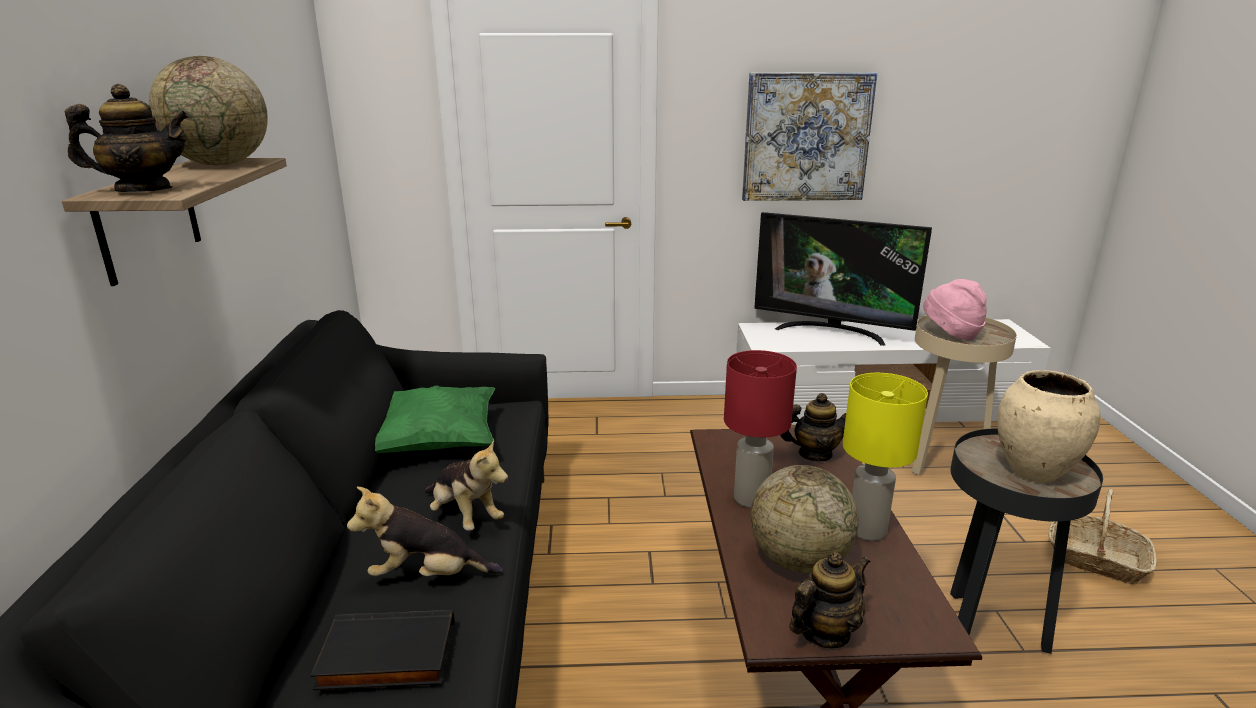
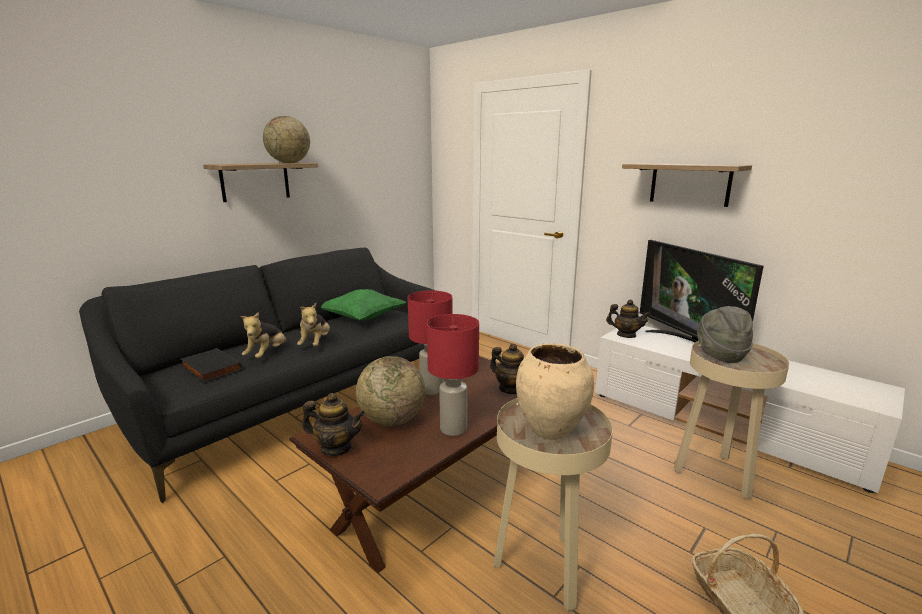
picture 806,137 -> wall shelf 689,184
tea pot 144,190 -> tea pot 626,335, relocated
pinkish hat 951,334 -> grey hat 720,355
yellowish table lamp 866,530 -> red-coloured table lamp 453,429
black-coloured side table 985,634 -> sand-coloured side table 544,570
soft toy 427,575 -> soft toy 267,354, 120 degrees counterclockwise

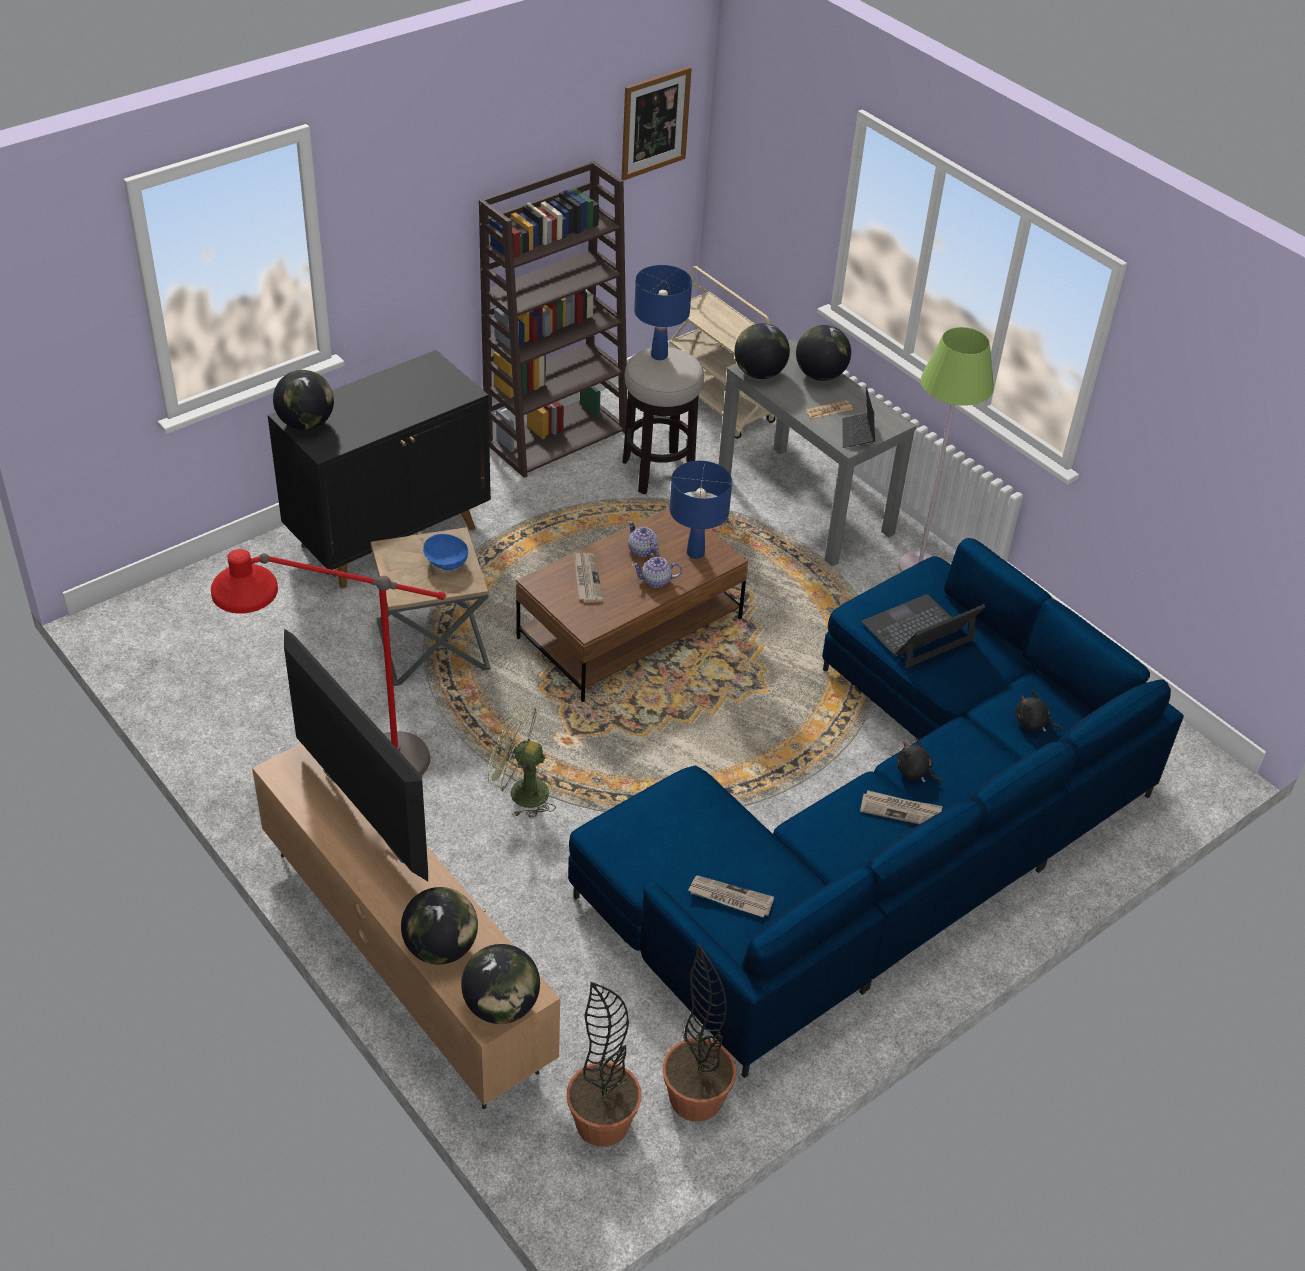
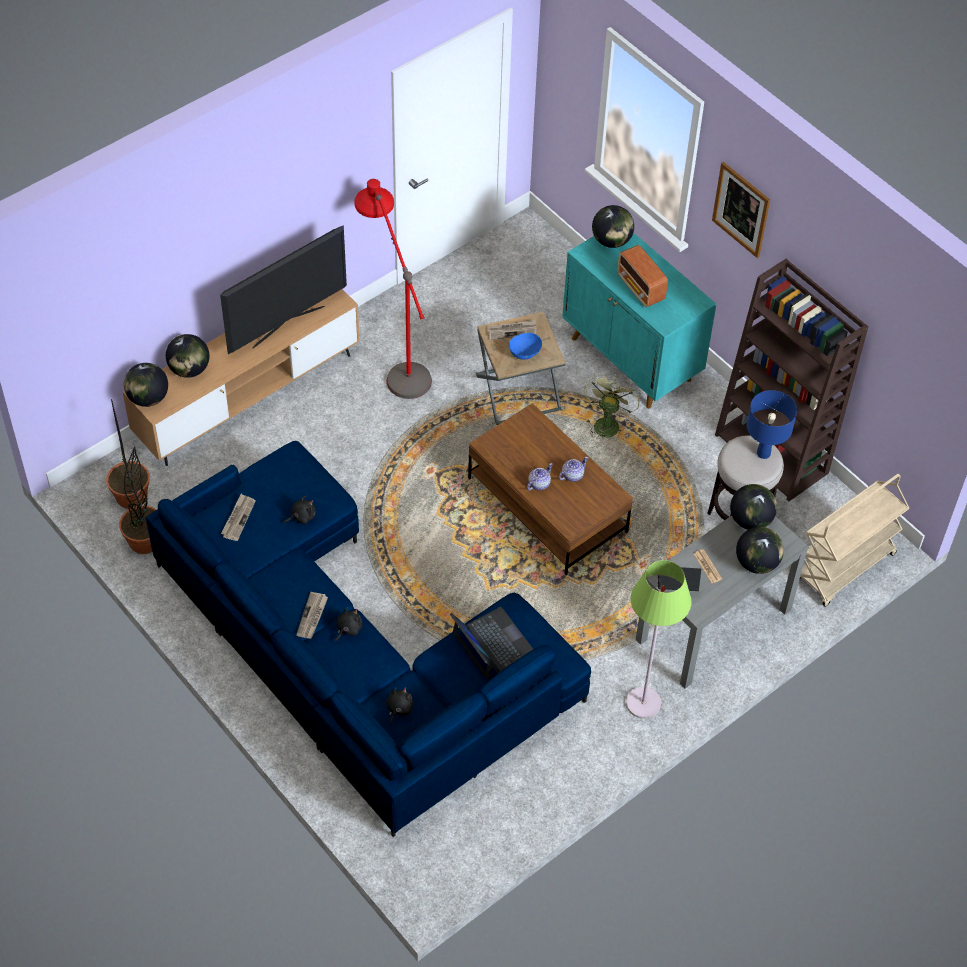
picture 655,123 -> picture 741,209, relocated
black-coloured storage cabinet 390,536 -> blue-green storage cabinet 631,359
bluish table lamp 695,553 -> none
printed paper 586,579 -> printed paper 512,331, relocated
tea pot 655,581 -> tea pot 539,483, 45 degrees clockwise
greenish electric fan 520,792 -> greenish electric fan 607,422, relocated
none -> radio 640,289
none -> black-coloured soft toy 302,516

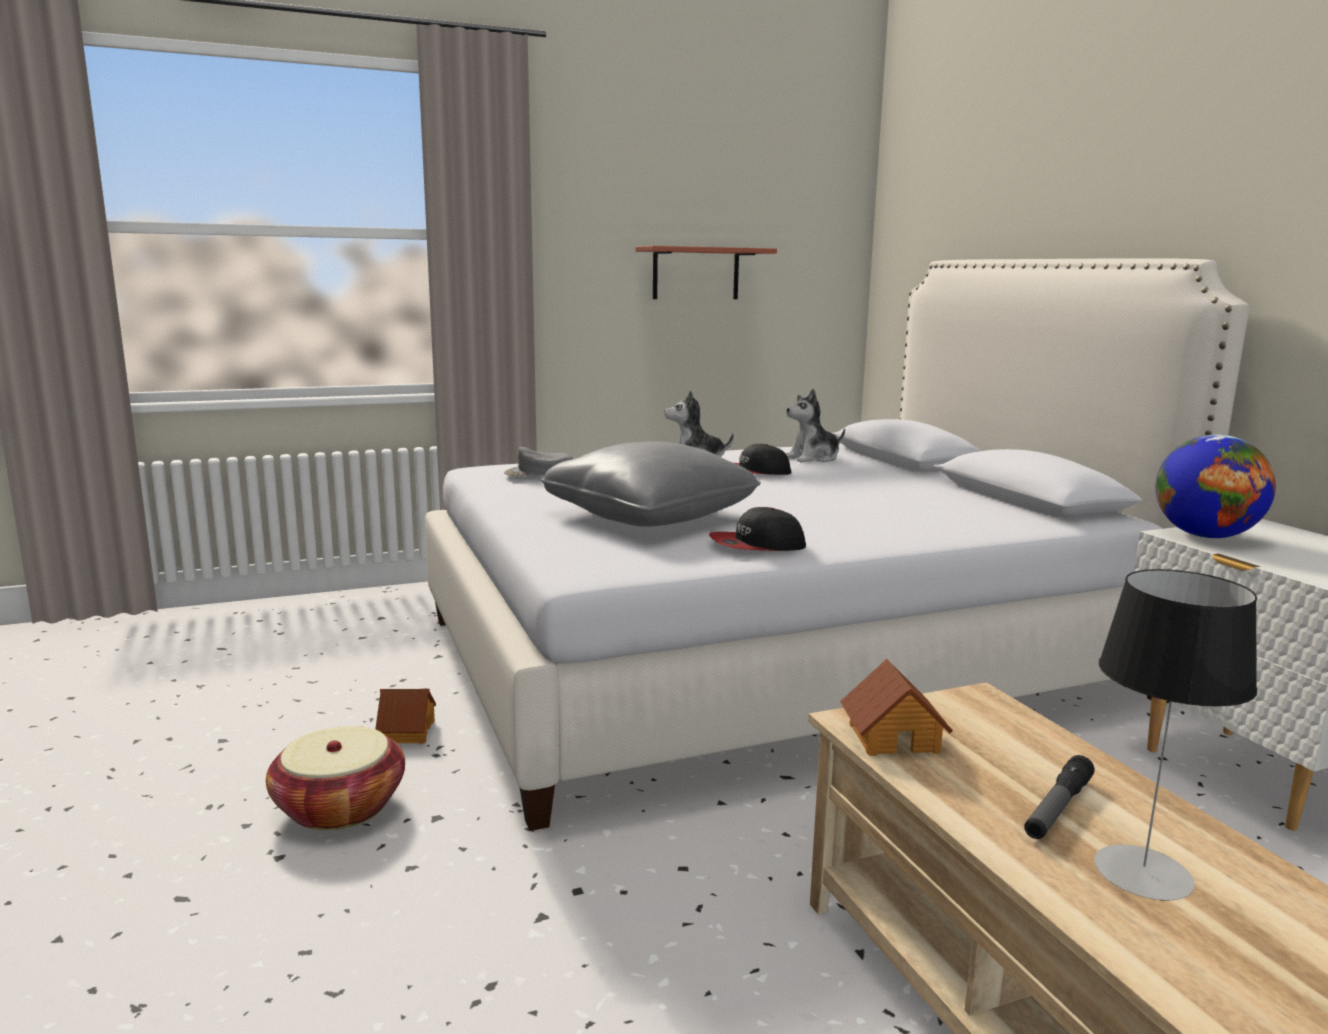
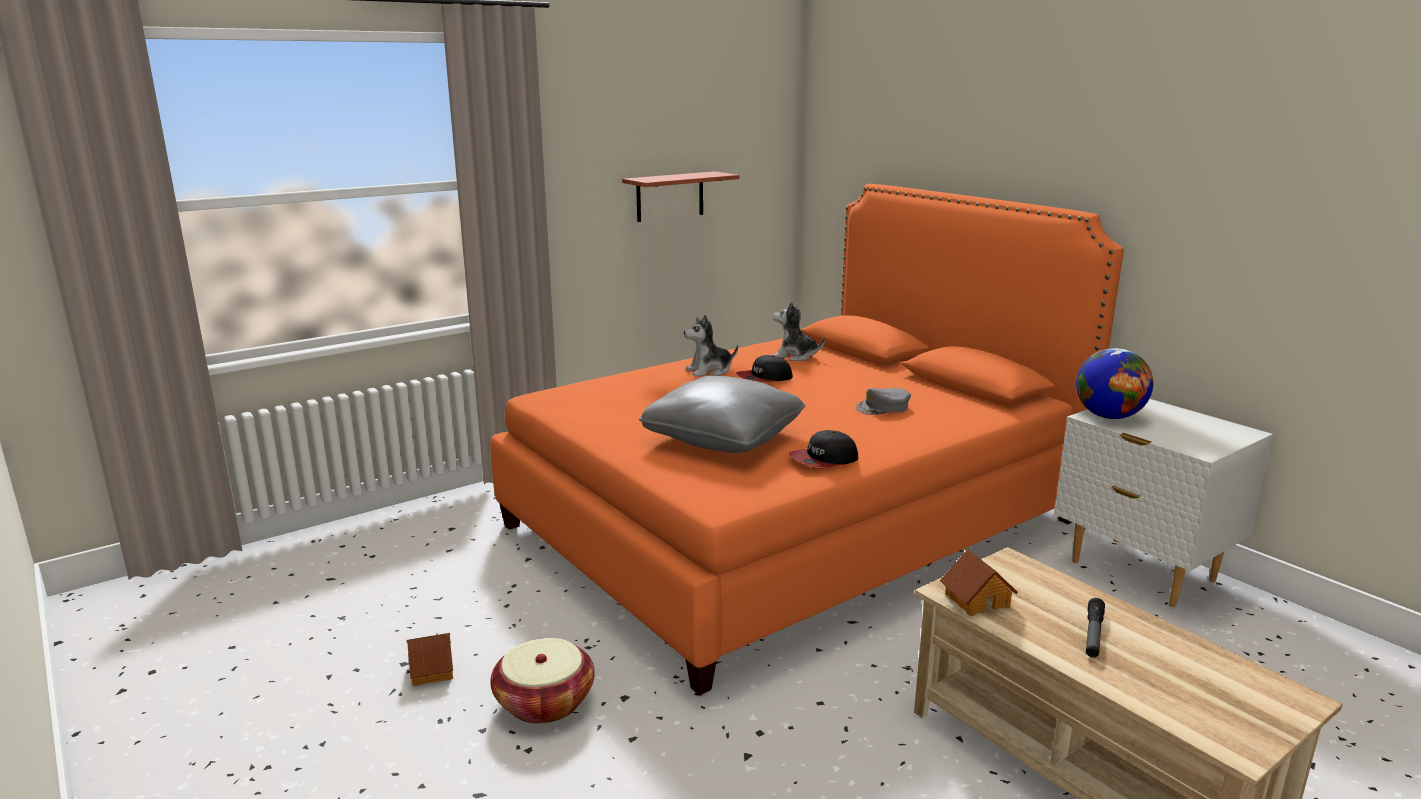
white bedroom bed 774,657 -> orangey bedroom bed 792,522
soft toy 813,458 -> soft toy 795,356, 60 degrees clockwise
grey baseball cap 538,472 -> grey baseball cap 883,407, relocated
table lamp 1143,873 -> none
miniature house 406,731 -> miniature house 431,670, relocated

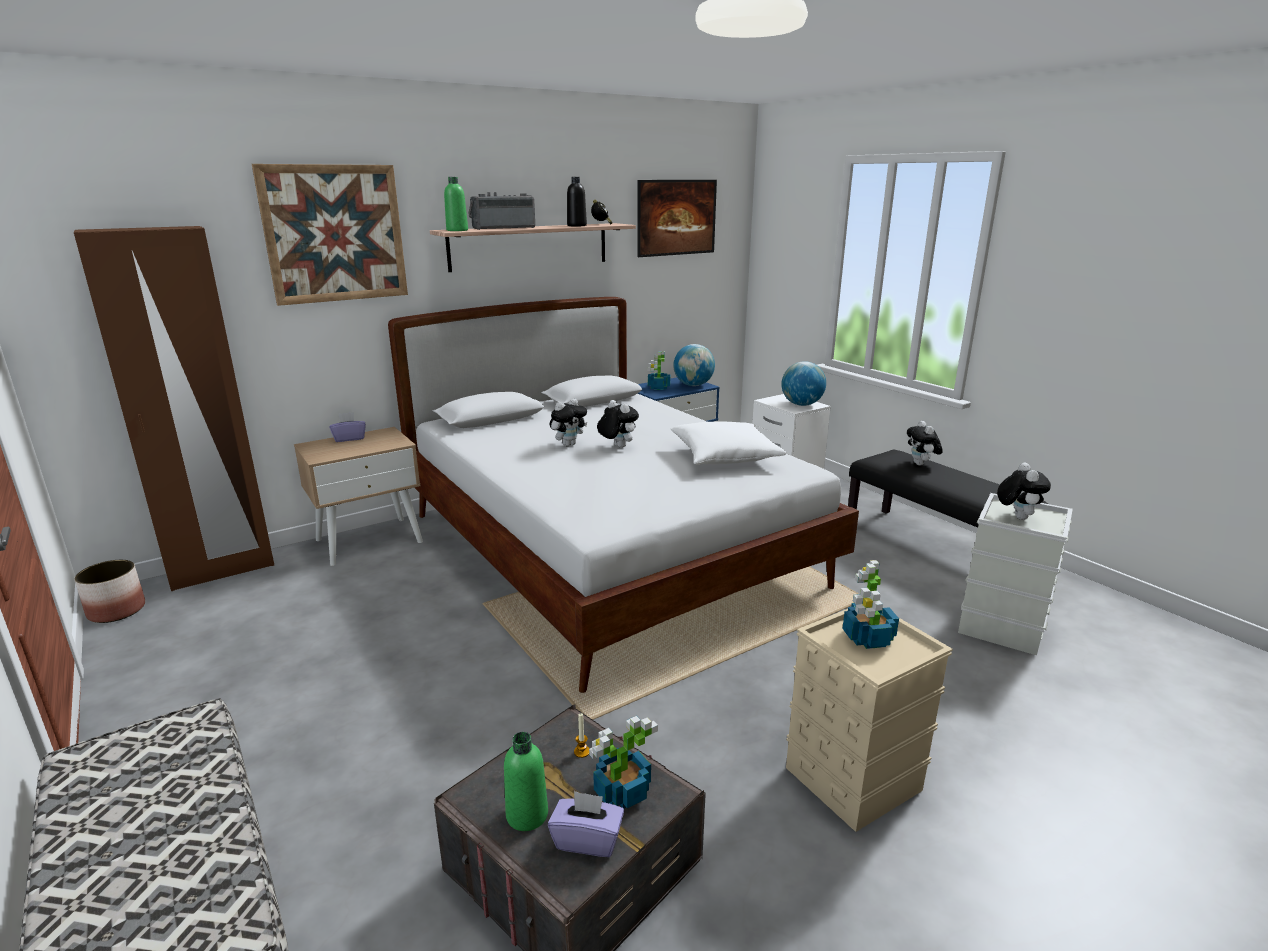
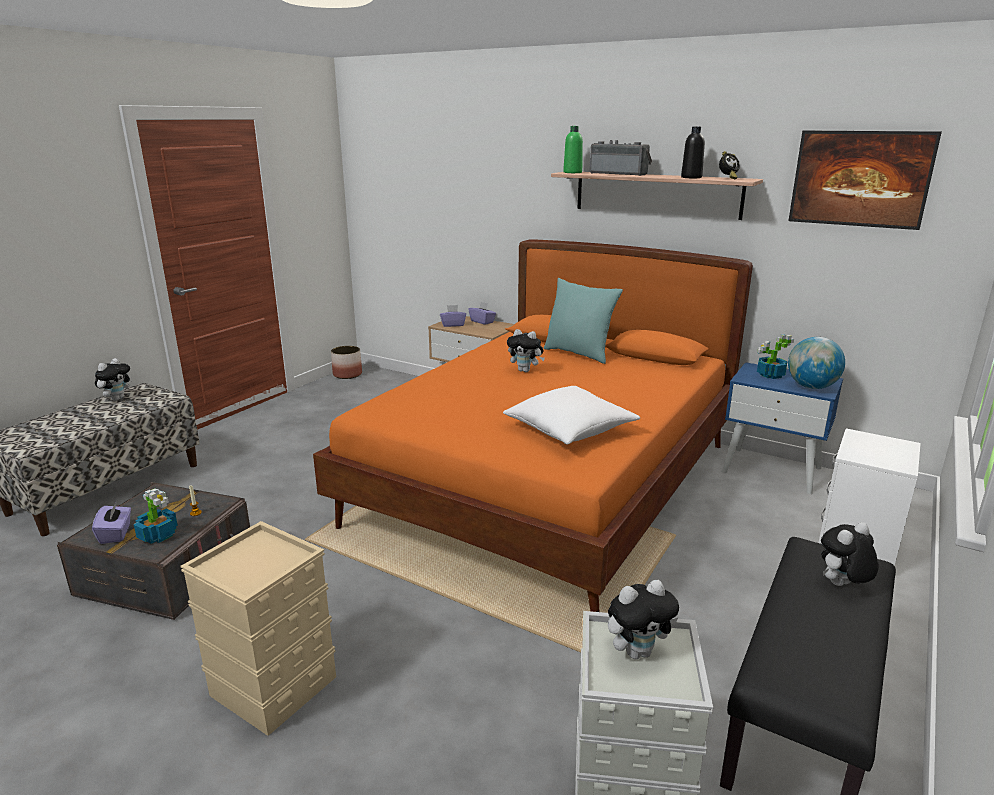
picture 335,234 -> none
brownish armoire 222,570 -> none
white bedroom bed 608,550 -> orangey bedroom bed 549,485
world globe 801,404 -> none
soft toy 617,446 -> soft toy 117,398, relocated
plant in a pot 868,638 -> none
greenish drink bottle 527,815 -> none
none -> blue-green throw pillow 579,353
none -> purple tissue box 452,324

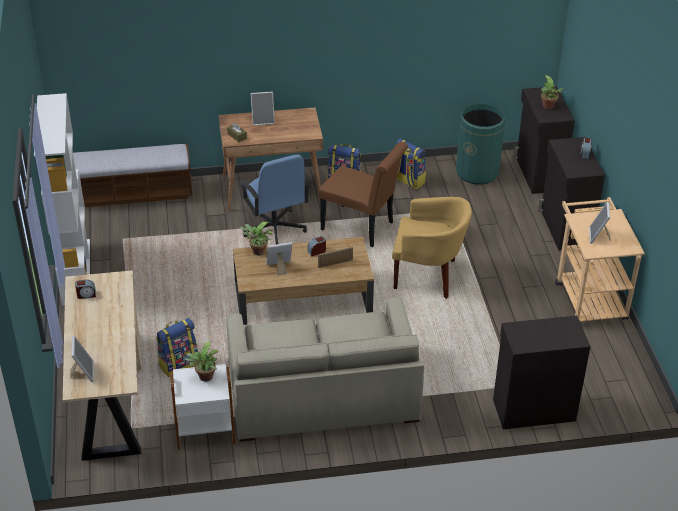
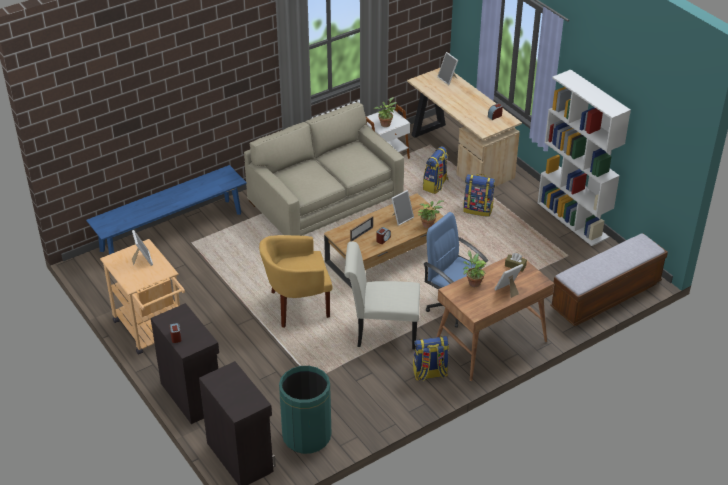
plant in a pot 549,107 -> plant in a pot 473,282, relocated
backpack 408,181 -> backpack 478,209, relocated
brownish upright chair 362,227 -> white upright chair 381,332
black-coloured storage cabinet 533,409 -> bluish bench 172,231

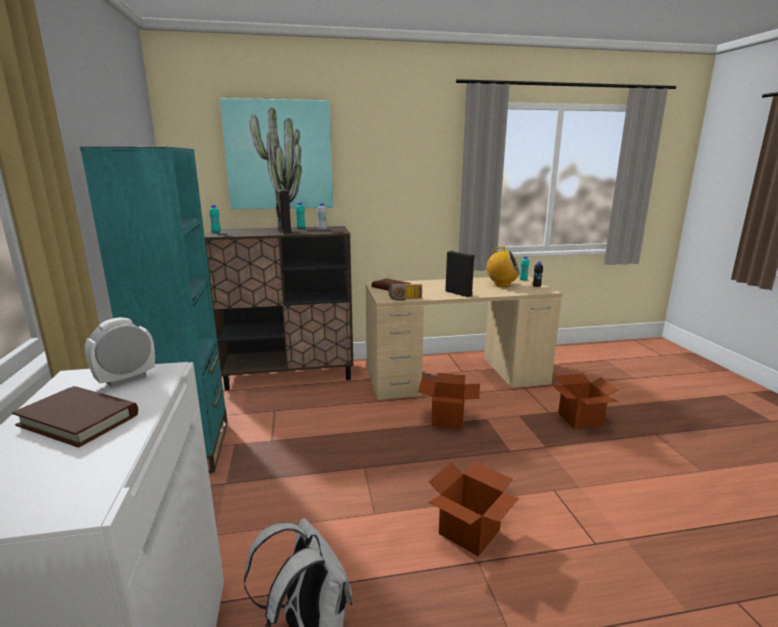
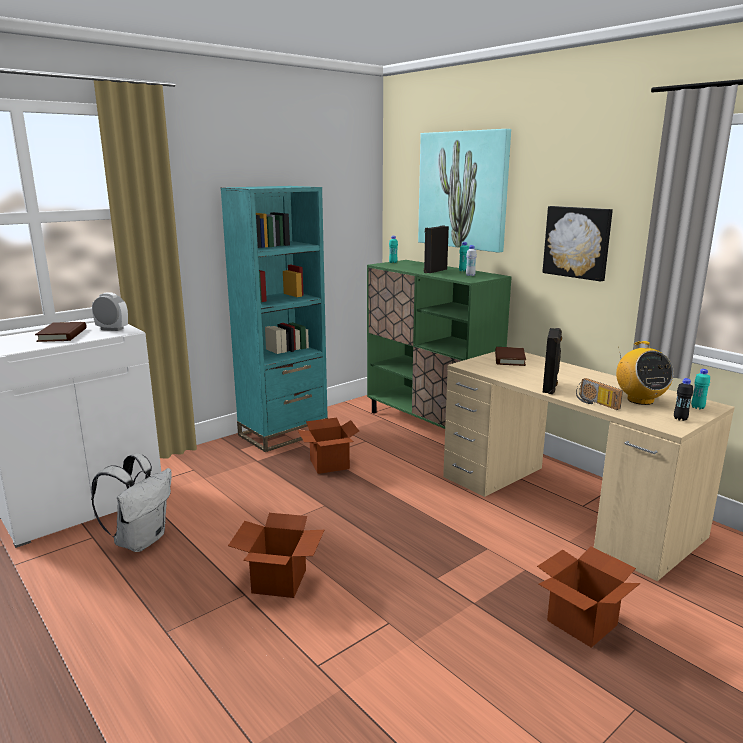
brownish storage cabinet 290,375 -> greenish storage cabinet 430,425
radio 405,299 -> radio 595,403, relocated
cardboard box 447,419 -> cardboard box 329,464, relocated
none -> picture 577,242

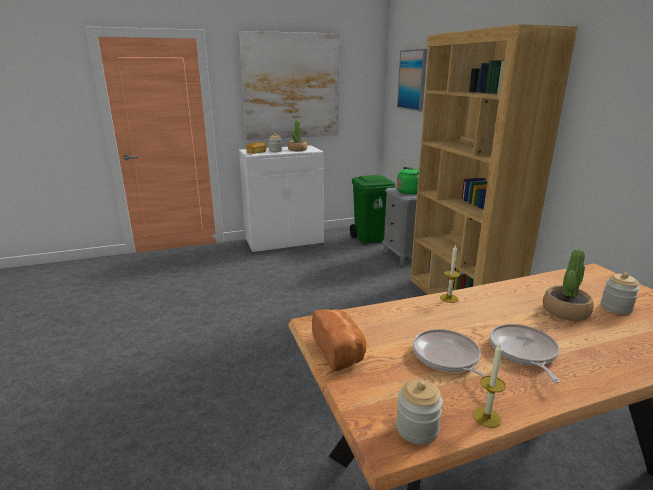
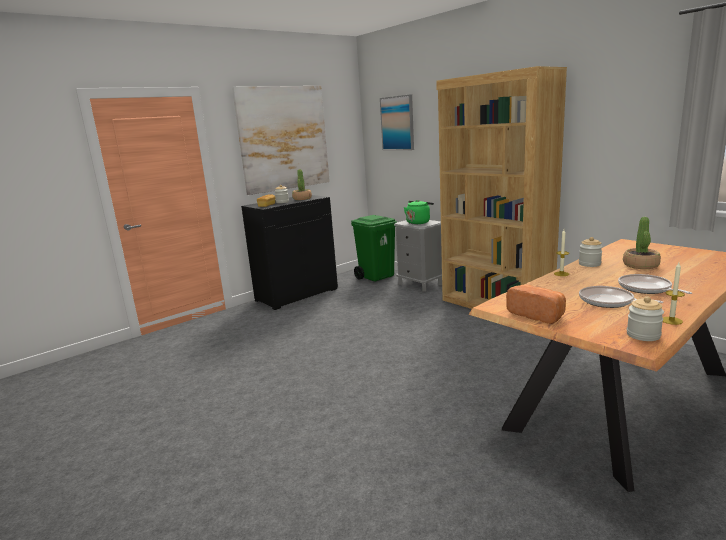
white storage cabinet 284,241 -> black-coloured storage cabinet 297,294
storage jar 616,307 -> storage jar 589,264, relocated

